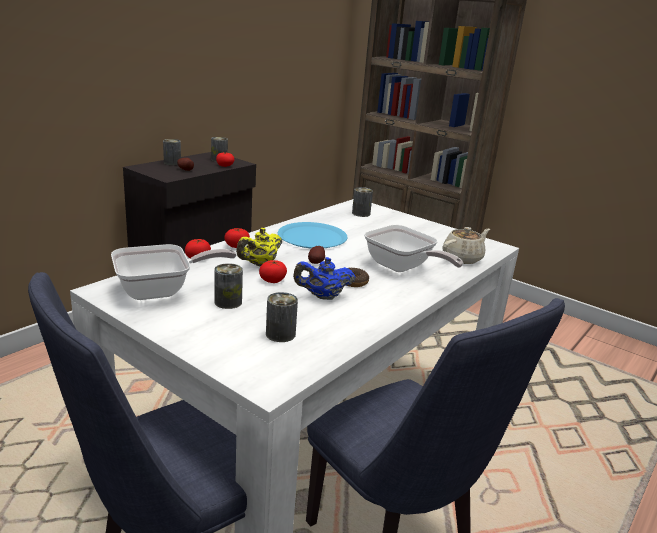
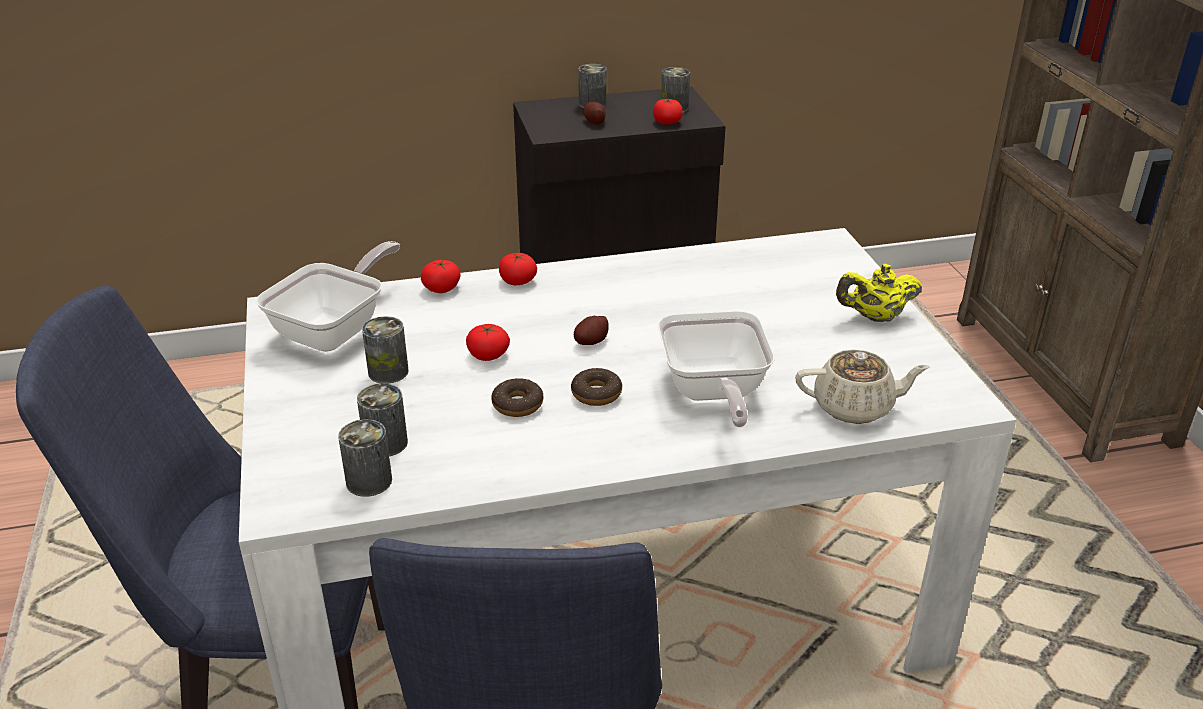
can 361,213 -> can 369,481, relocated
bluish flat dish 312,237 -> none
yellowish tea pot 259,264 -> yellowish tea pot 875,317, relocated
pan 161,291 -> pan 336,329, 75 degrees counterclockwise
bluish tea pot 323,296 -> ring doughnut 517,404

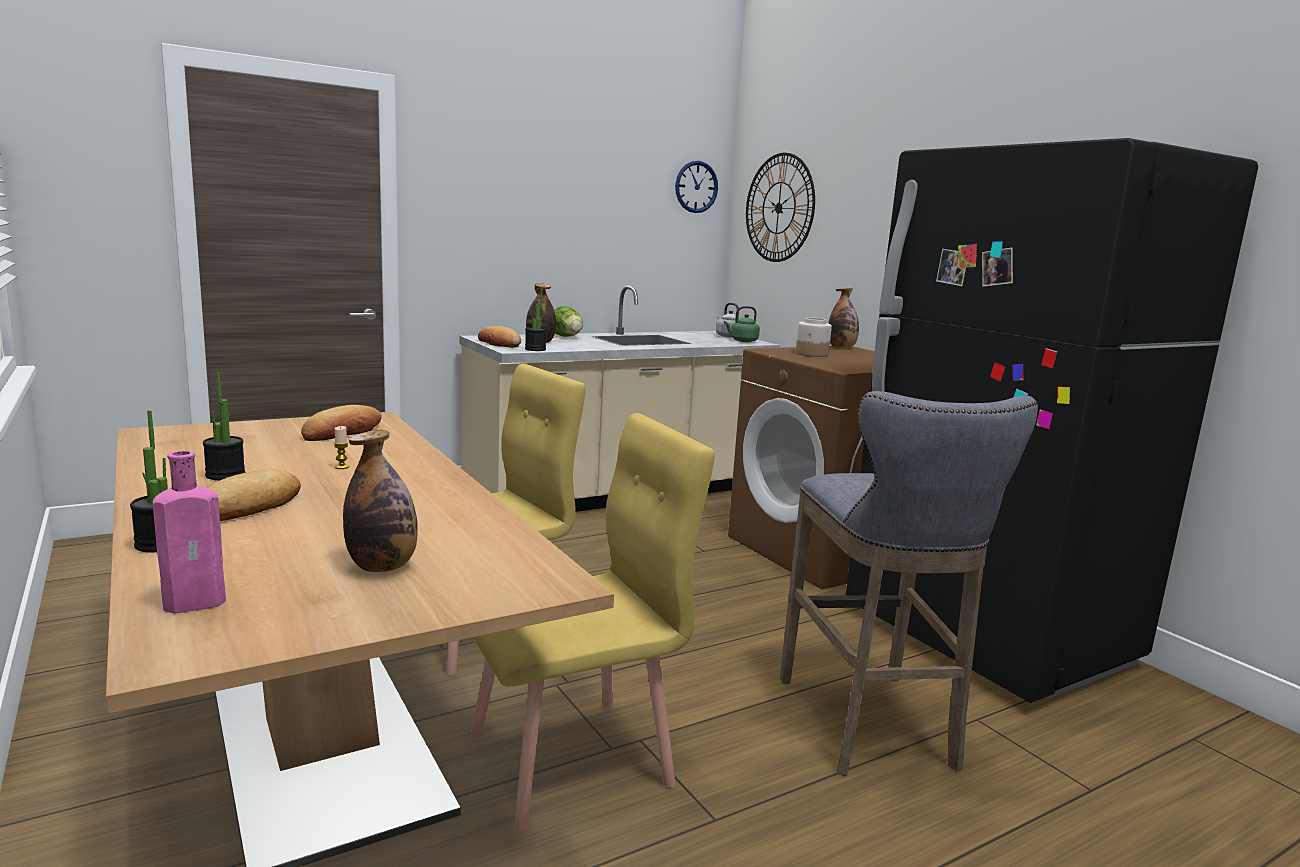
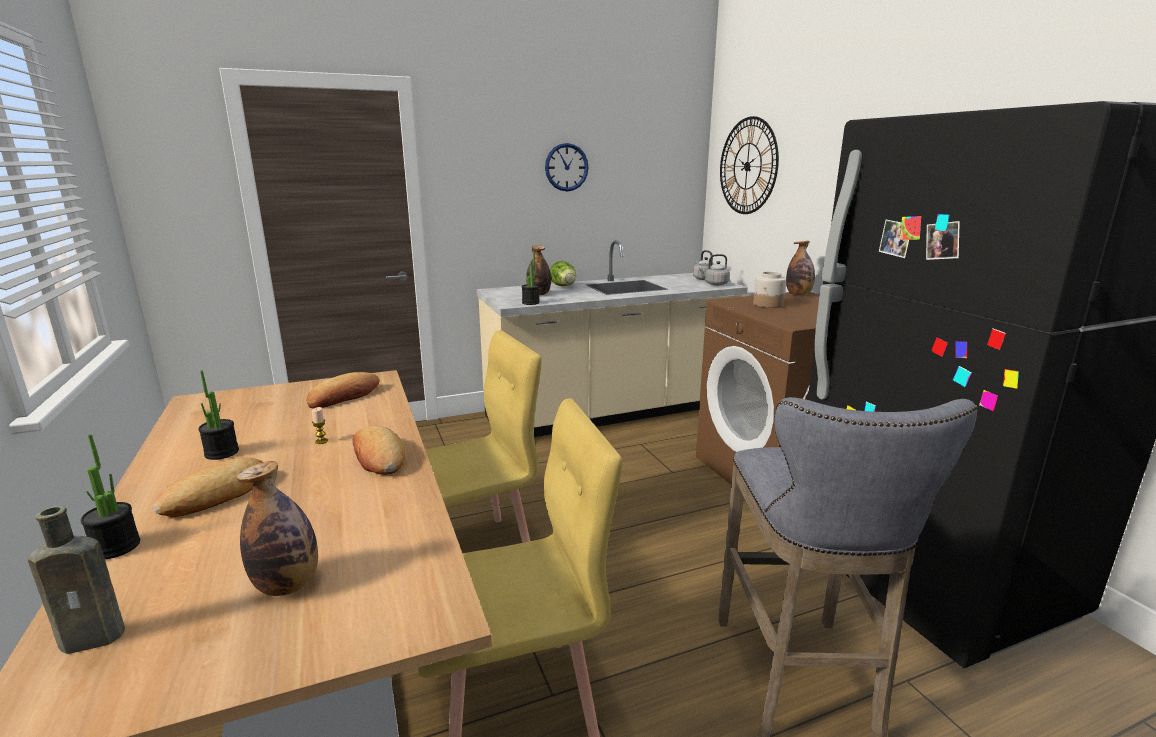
hanging clock 696,187 -> hanging clock 566,167, relocated
greenish tea kettle 742,341 -> grey tea kettle 715,284
bread 499,343 -> bread 378,457, relocated
pinkish drink bottle 199,602 -> brownish drink bottle 97,637

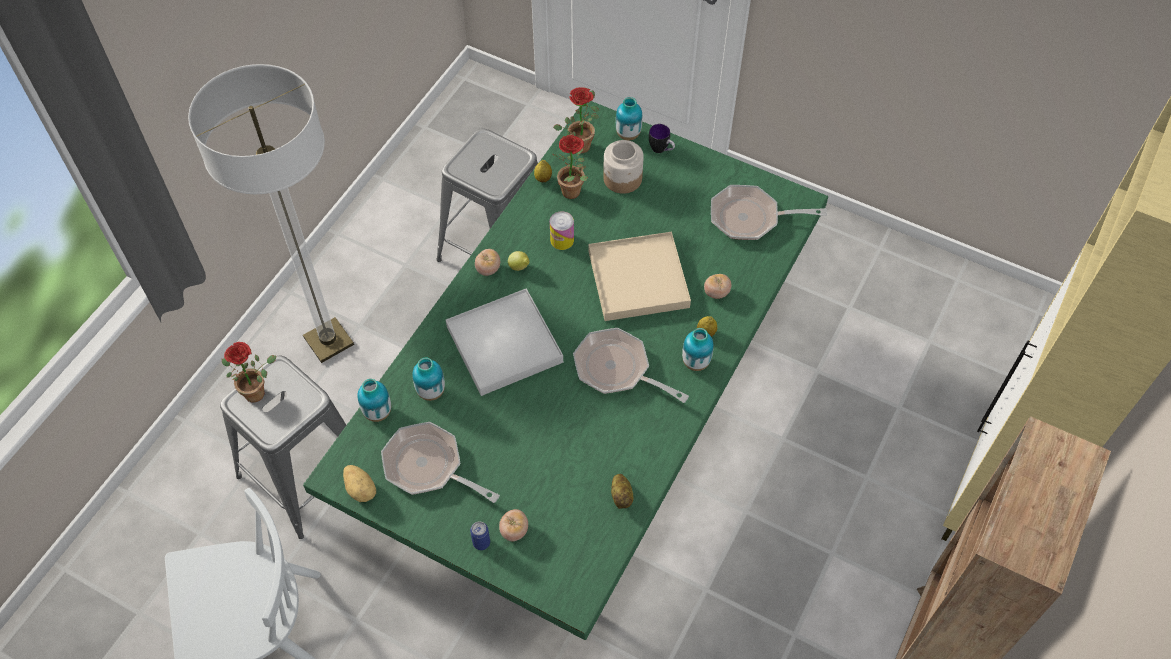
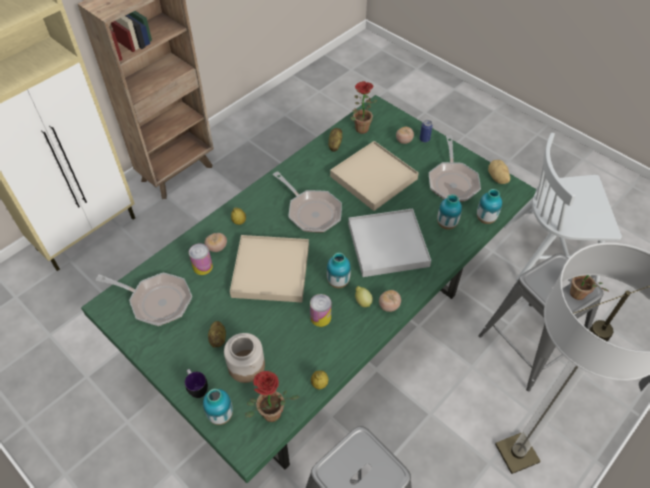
plant in a pot 574,194 -> plant in a pot 360,127, relocated
flower vase 695,362 -> flower vase 338,282, relocated
pan 429,466 -> pan 452,181, 45 degrees clockwise
none -> sand-coloured tray 374,178
none -> can 202,267
none -> spud 218,338

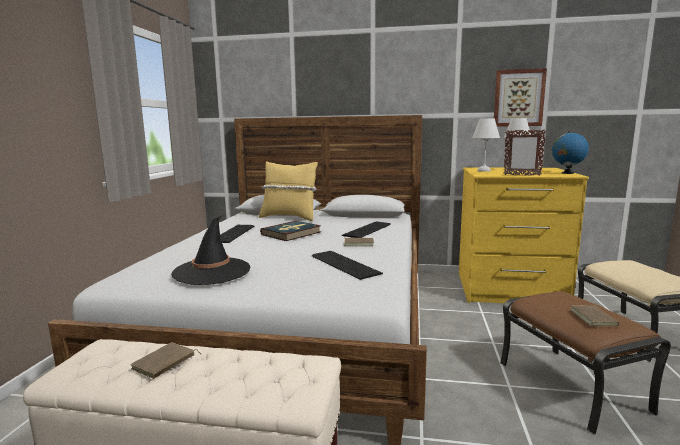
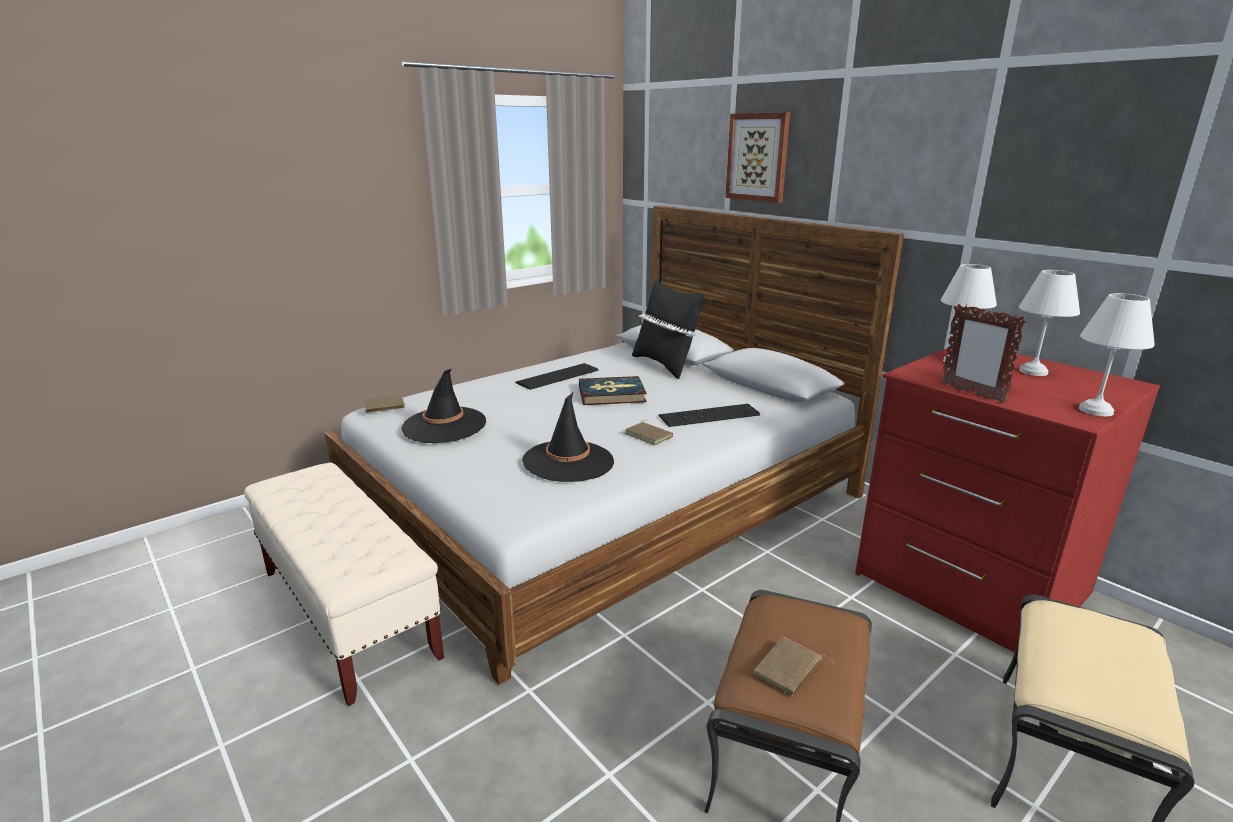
picture 518,98 -> picture 758,157, relocated
world globe 567,173 -> white table lamp 1094,410
yellowish throw pillow 289,217 -> black-coloured throw pillow 665,365
yellowish dresser 509,289 -> red-coloured dresser 969,584
computer keyboard 344,265 -> black-coloured hat 568,461
brownish volume 165,363 -> brownish volume 384,407, relocated

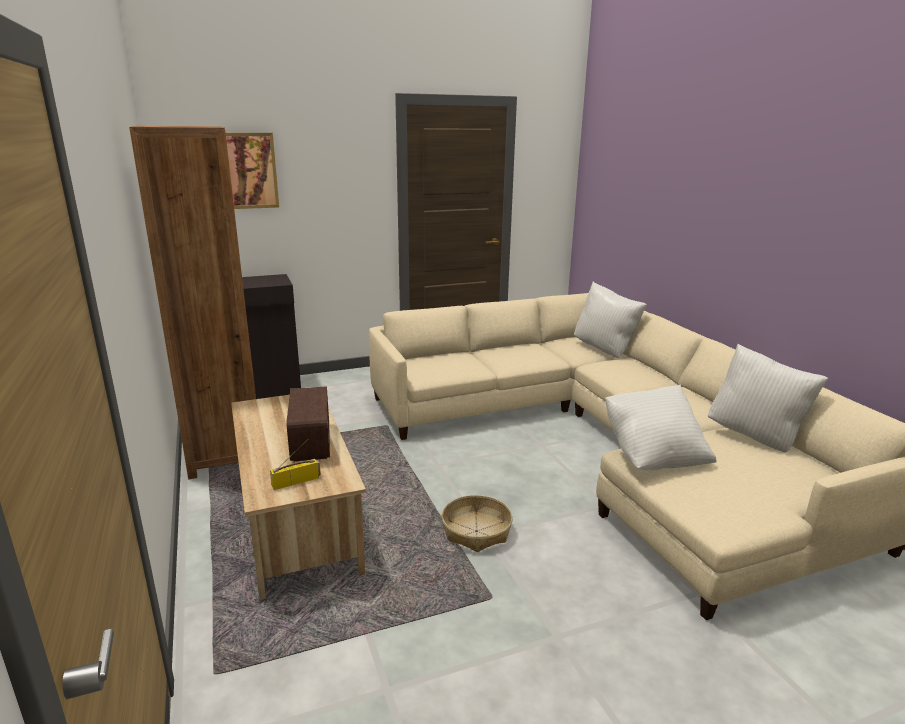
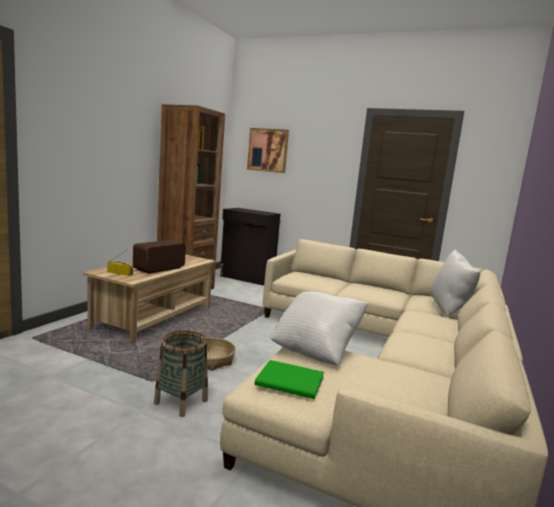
white throw pillow 755,437 -> none
none -> household basket 181,402
none -> greenish volume 291,382

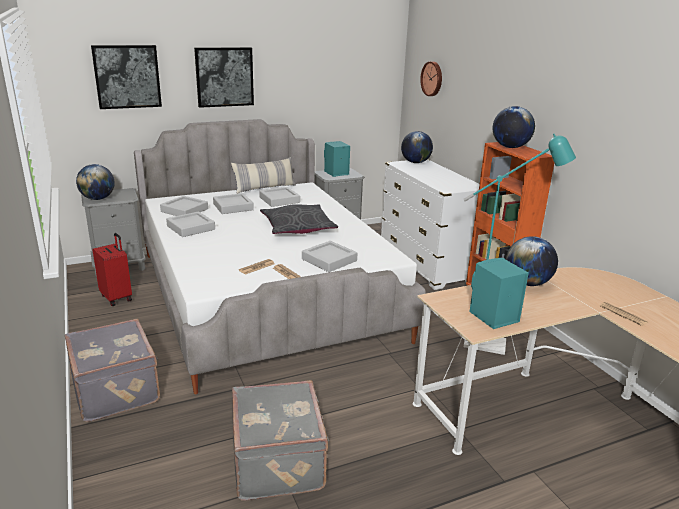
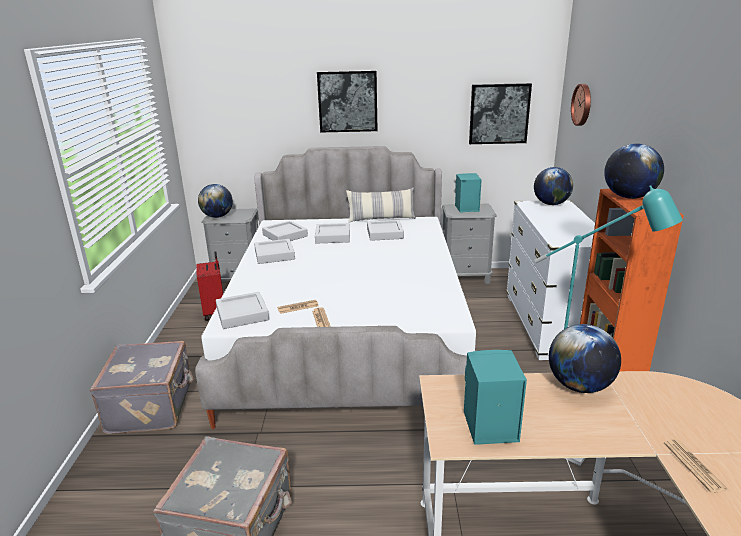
picture 127,76 -> picture 499,114, relocated
grey throw pillow 297,227 -> none
grey tray 329,260 -> grey tray 242,314, relocated

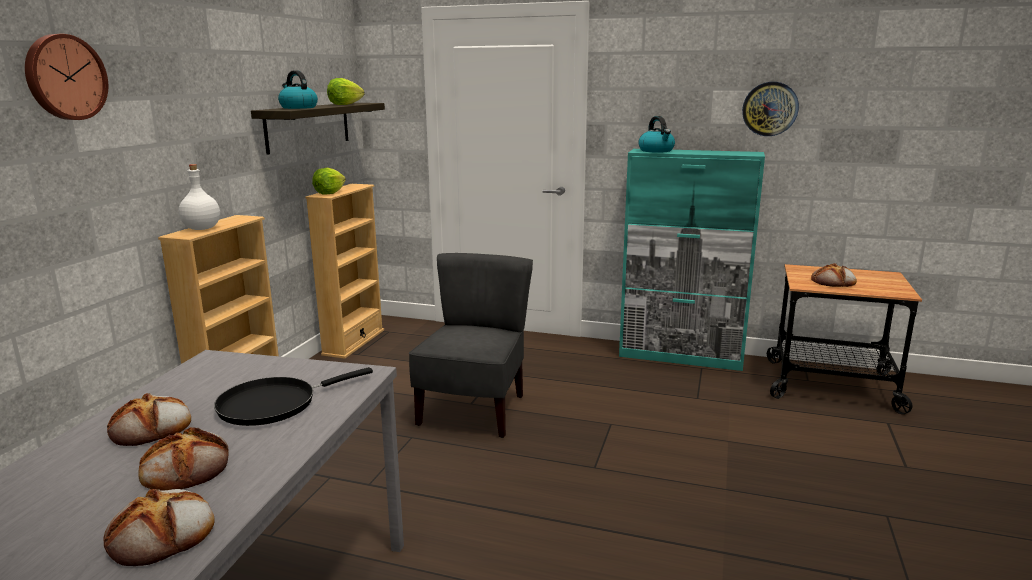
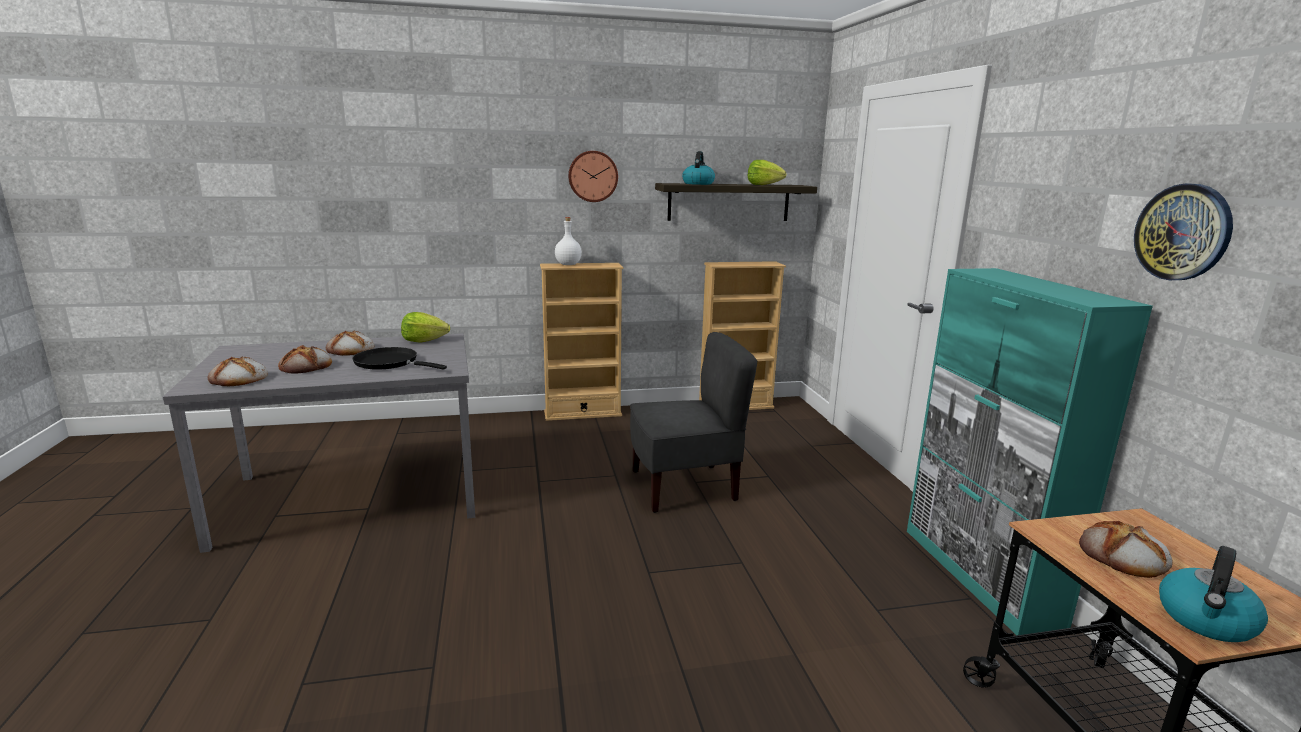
hanging clock 64,77 -> hanging clock 592,176, relocated
tea kettle 656,151 -> tea kettle 1206,621, relocated
lettuce 330,193 -> lettuce 424,341, relocated

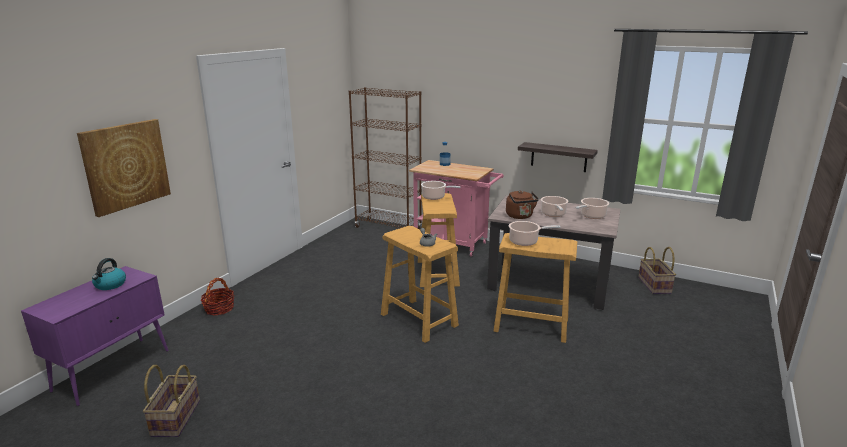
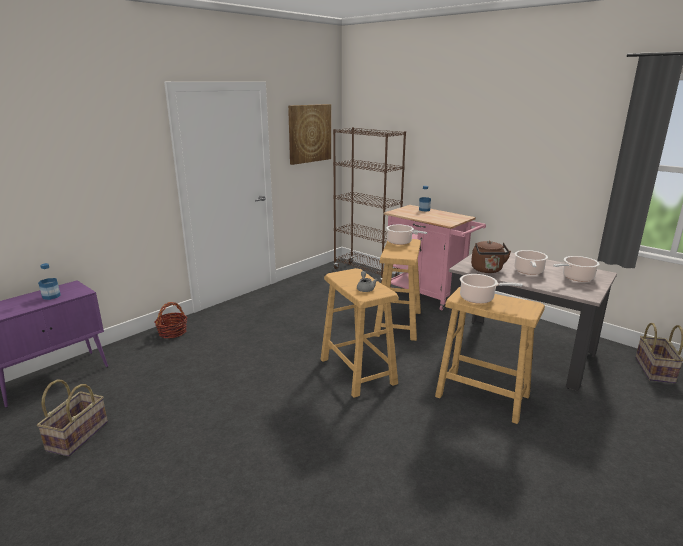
picture 126,165 -> picture 309,133, relocated
wall shelf 558,157 -> none
tea kettle 110,285 -> drink bottle 51,296

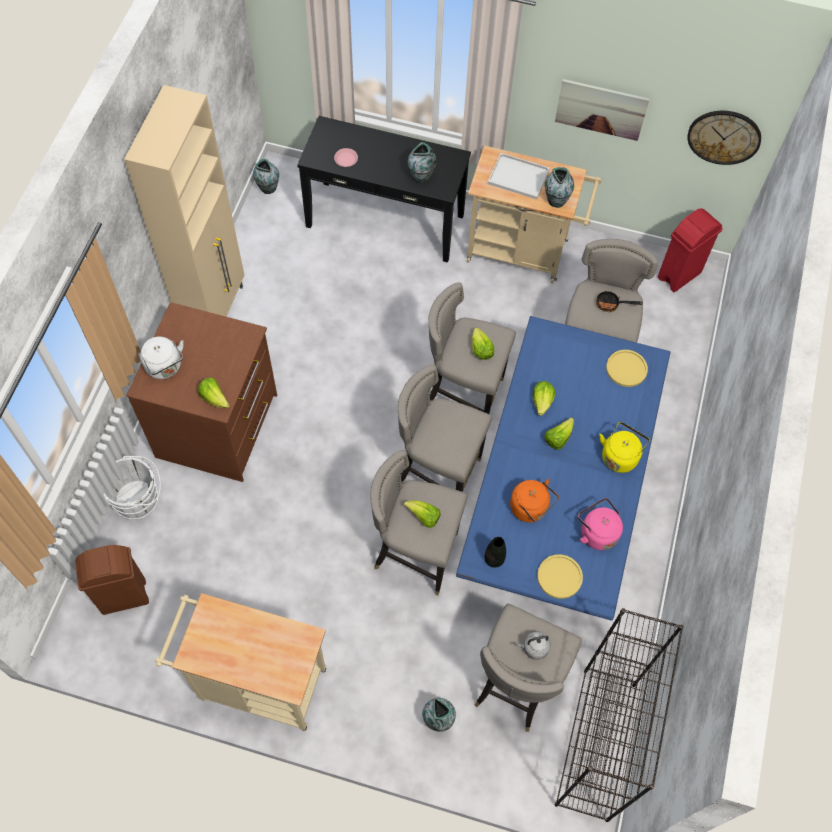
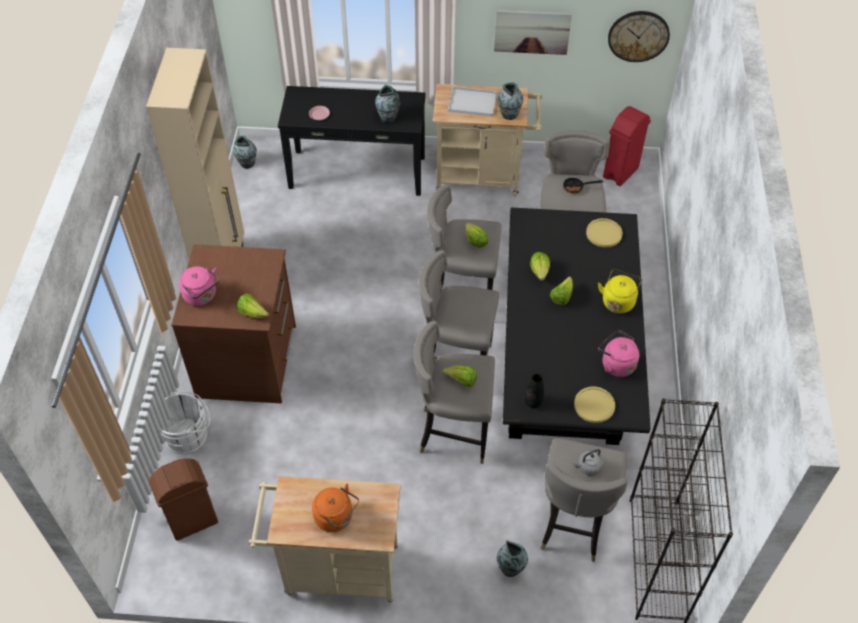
bluish dining table 553,500 -> black-coloured dining table 563,366
white tea kettle 165,367 -> pinkish tea kettle 202,296
orangey tea kettle 531,508 -> orangey tea kettle 336,518, relocated

